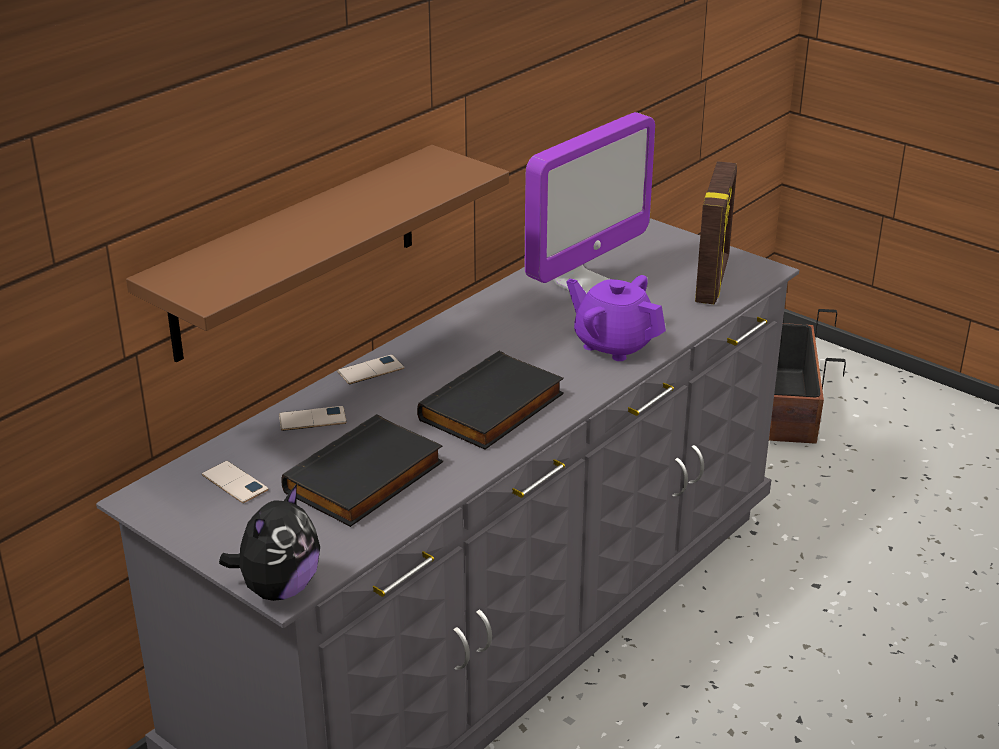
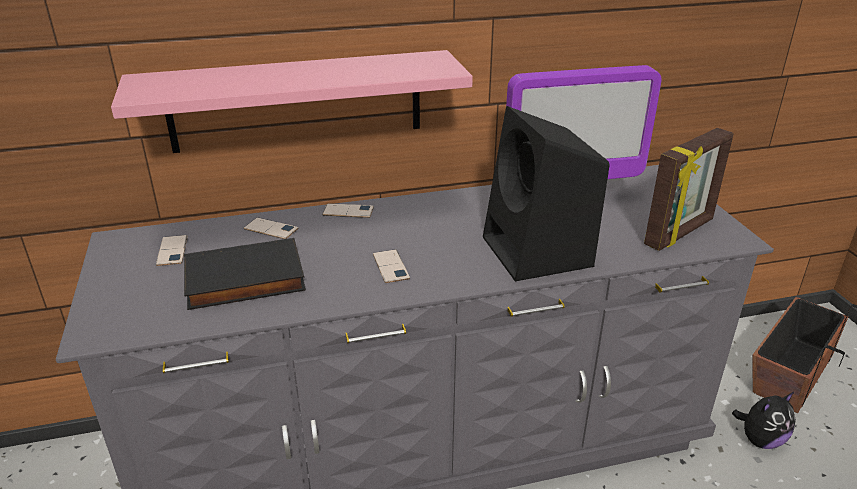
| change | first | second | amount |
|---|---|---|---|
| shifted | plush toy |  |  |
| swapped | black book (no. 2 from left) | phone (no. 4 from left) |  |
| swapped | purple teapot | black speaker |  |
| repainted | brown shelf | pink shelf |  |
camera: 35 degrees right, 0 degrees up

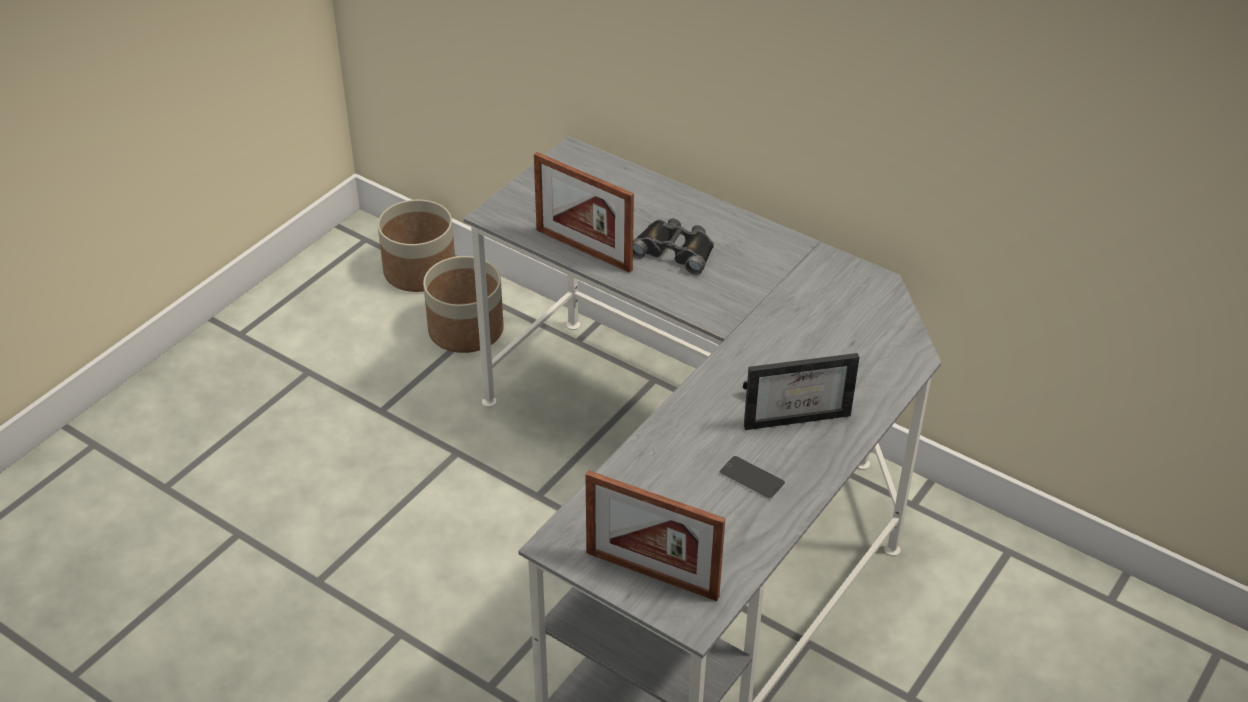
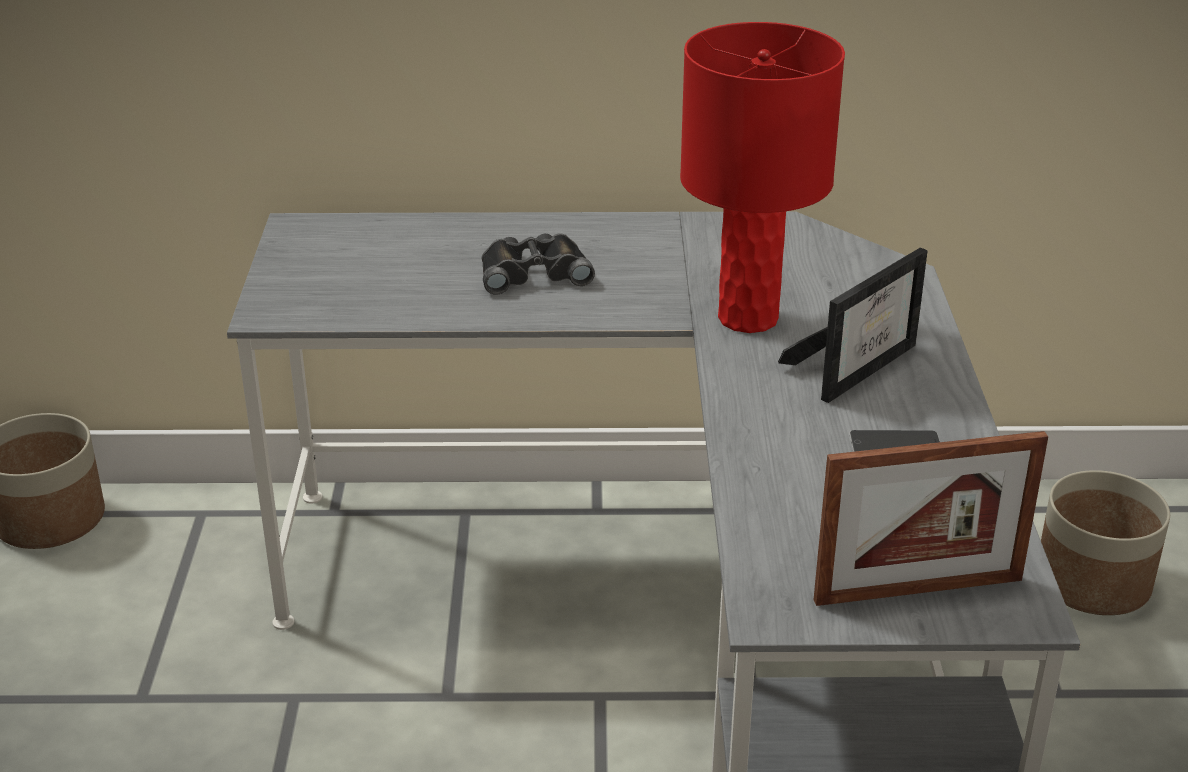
| change | first | second | amount |
|---|---|---|---|
| gone | picture frame (no. 1 from left) |  |  |
| new |  | red table lamp |  |
| shifted | planter (no. 2 from left) |  |  |
camera: 35 degrees left, 10 degrees down

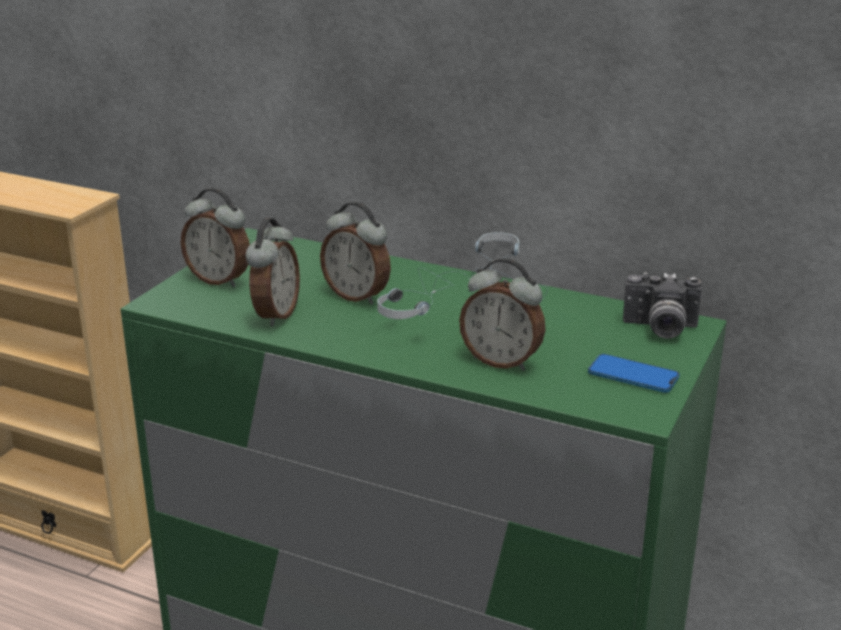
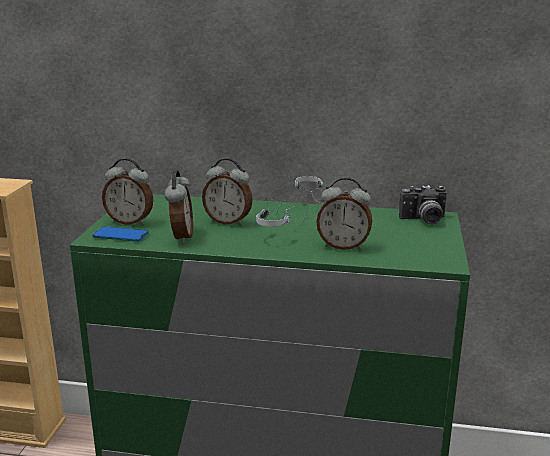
| change | first | second | amount |
|---|---|---|---|
| shifted | phone |  |  |
camera: 15 degrees left, 5 degrees down

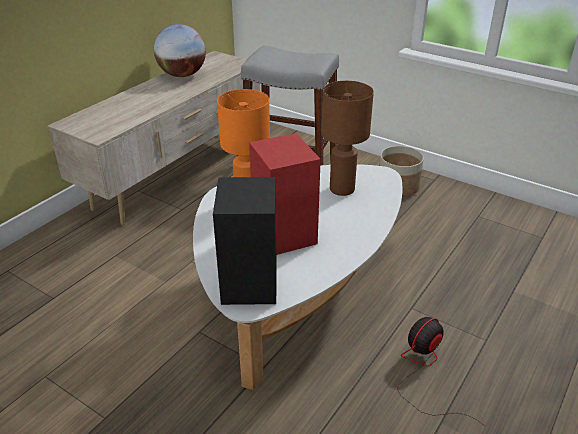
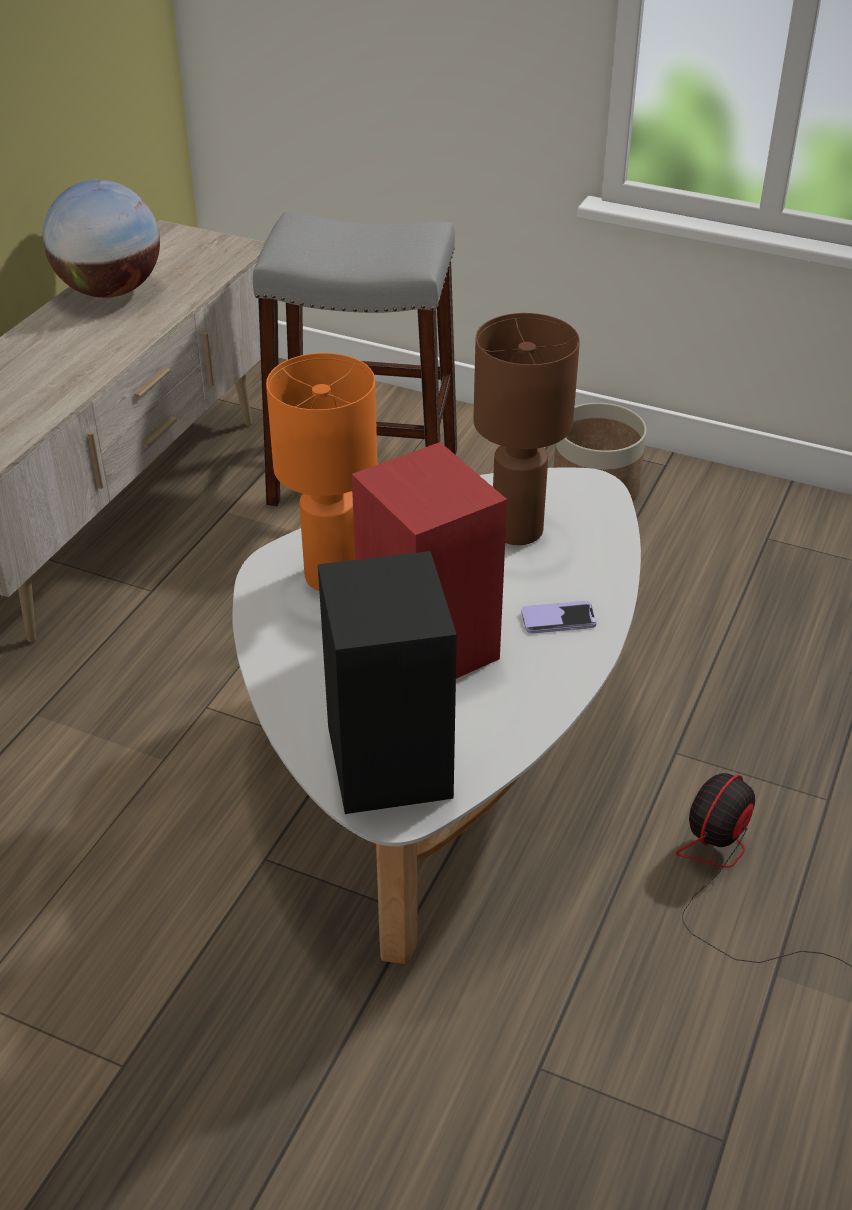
| change | first | second | amount |
|---|---|---|---|
| new |  | phone |  |
camera: 10 degrees left, 5 degrees up

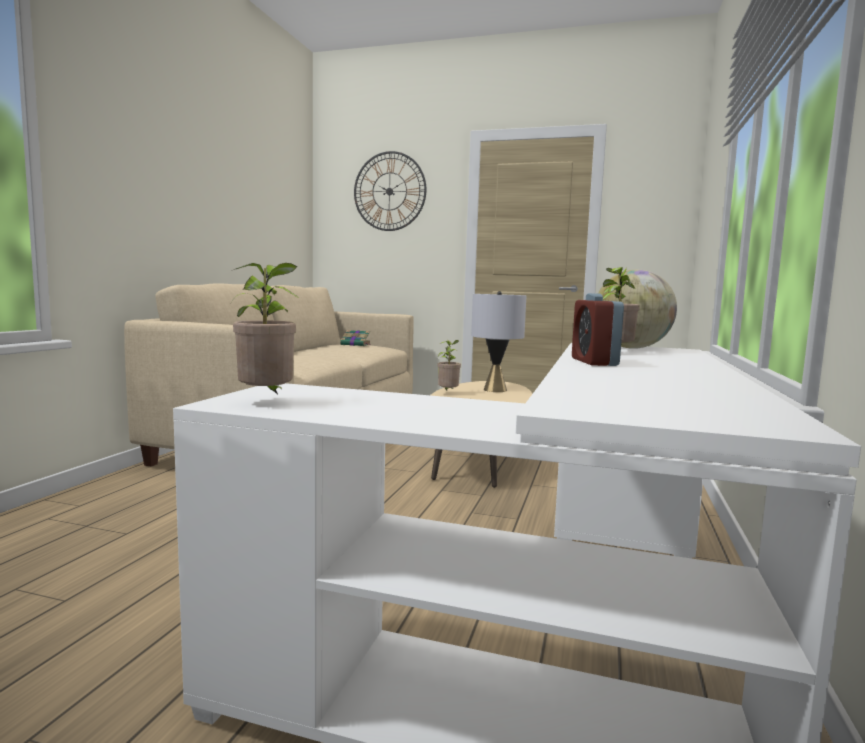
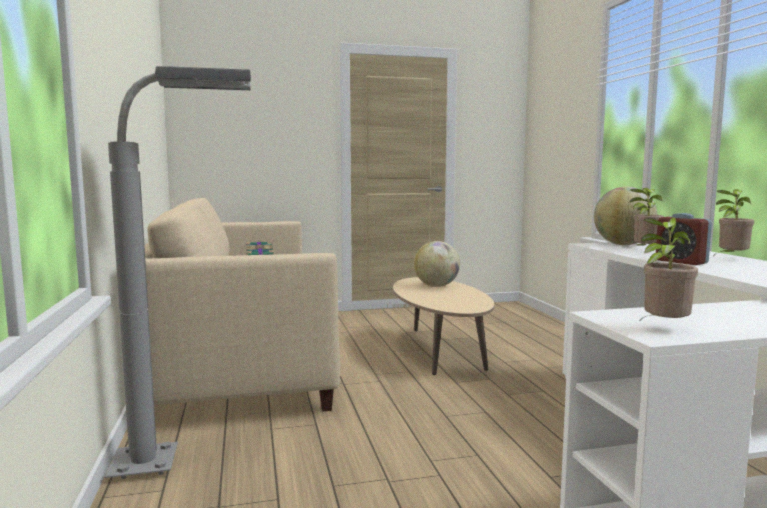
| change | first | second | amount |
|---|---|---|---|
| gone | wall clock |  |  |
| new |  | grey floor lamp |  |
| shifted | potted plant (no. 2 from left in the first image) | potted plant (no. 3 from left) |  |
| swapped | grey table lamp | globe (no. 1 from left) |  |
camera: 30 degrees left, 0 degrees up

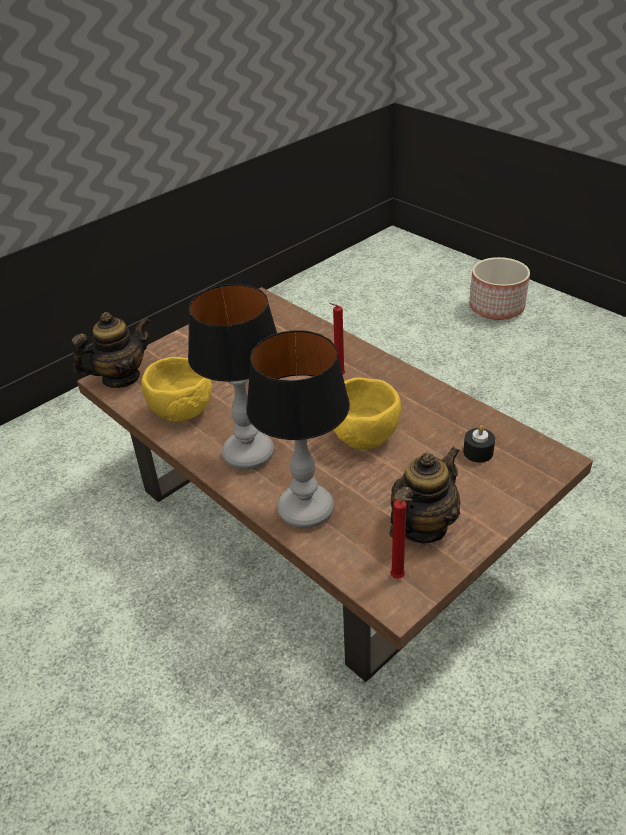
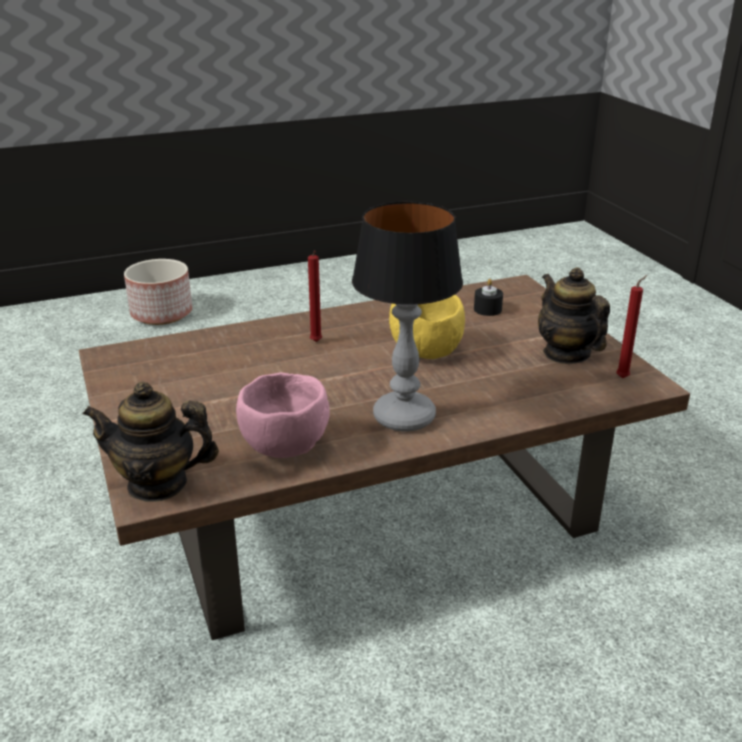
| change | first | second | amount |
|---|---|---|---|
| gone | table lamp (no. 2 from left) |  |  |
| repainted | yellow bowl (no. 1 from left) | pink bowl |  |
| rotated | teapot (no. 1 from left) |  | 75 degrees counterclockwise |
camera: 70 degrees left, 10 degrees down

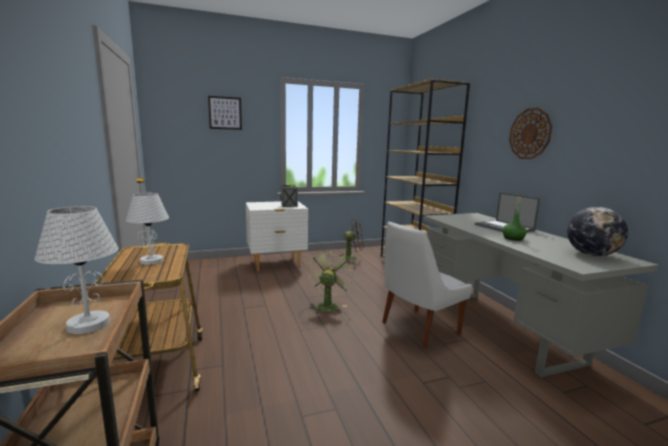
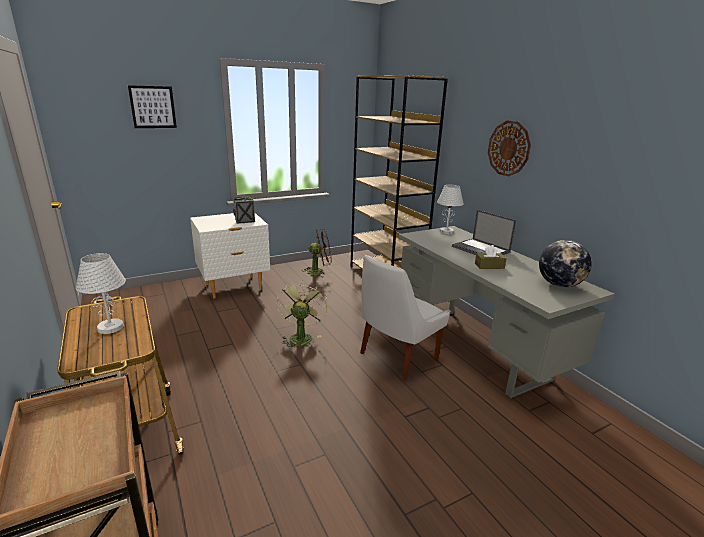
| change | first | second | amount |
|---|---|---|---|
| shifted | white table lamp (no. 1 from left in the first image) | white table lamp (no. 2 from left) |  |
| swapped | green bottle | brown tissue box |  |
camera: 10 degrees left, 10 degrees up

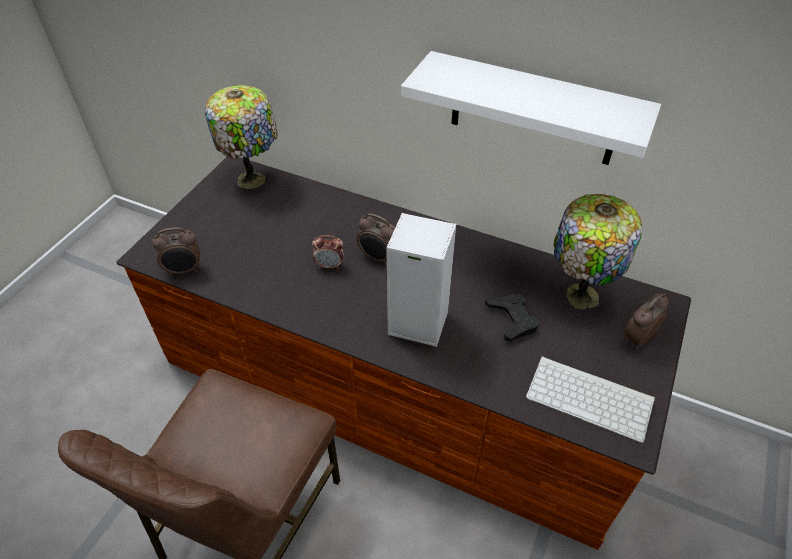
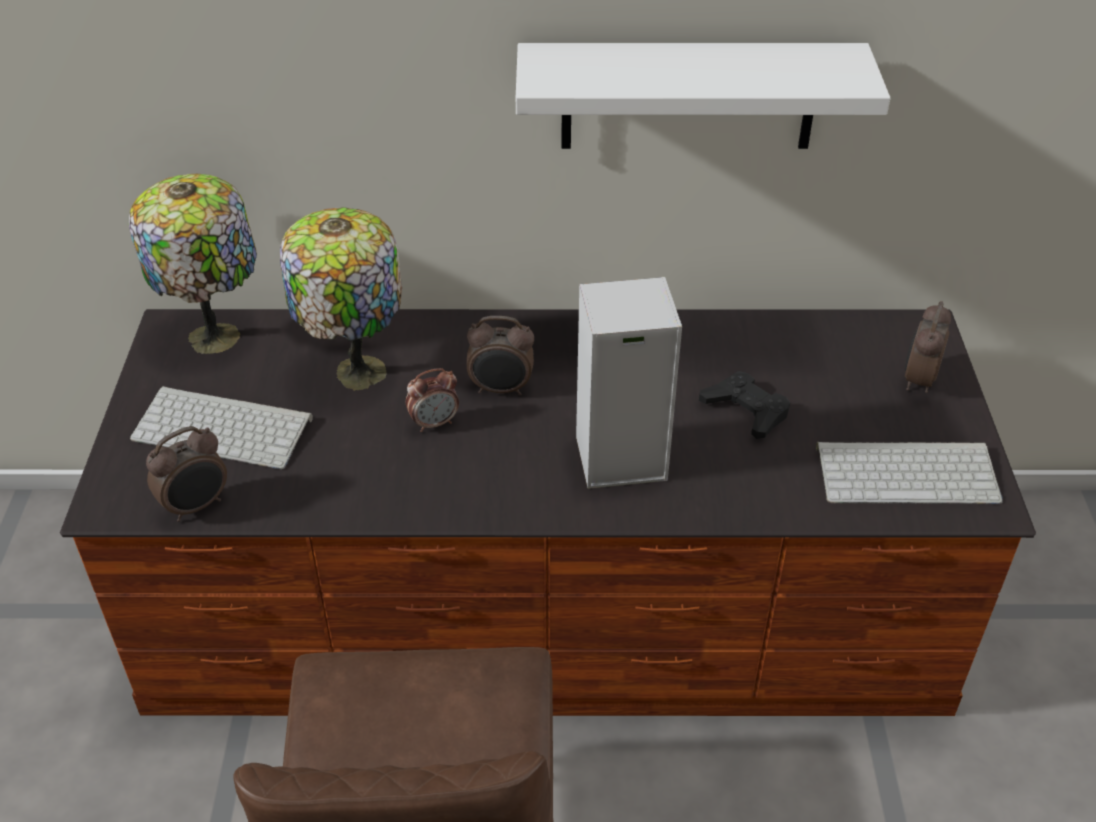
| change | first | second | amount |
|---|---|---|---|
| new |  | keyboard (no. 1 from left) |  |
| shifted | table lamp (no. 2 from left) |  |  |
camera: 25 degrees left, 5 degrees down

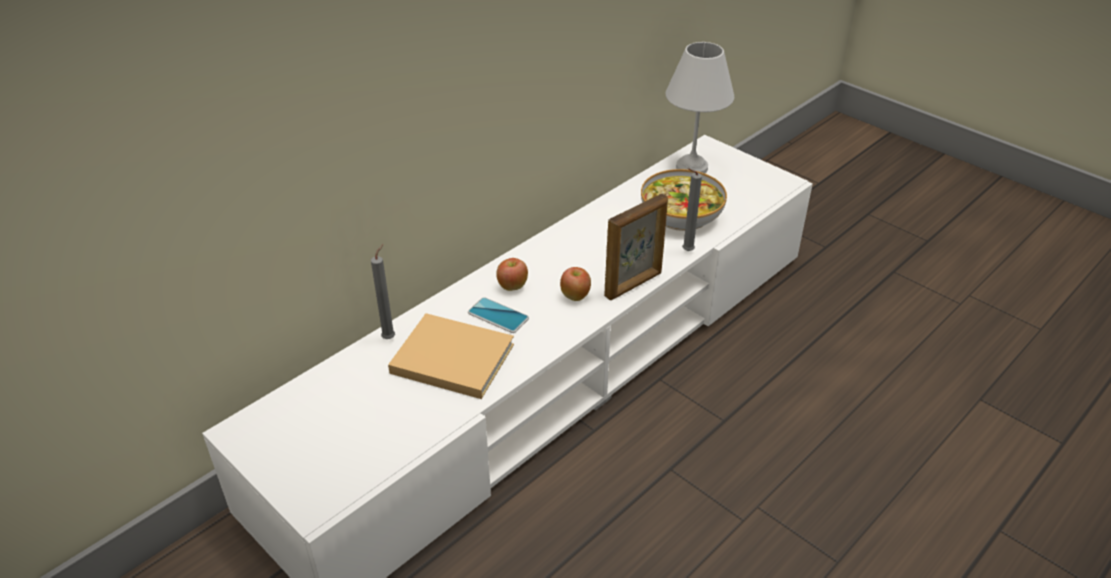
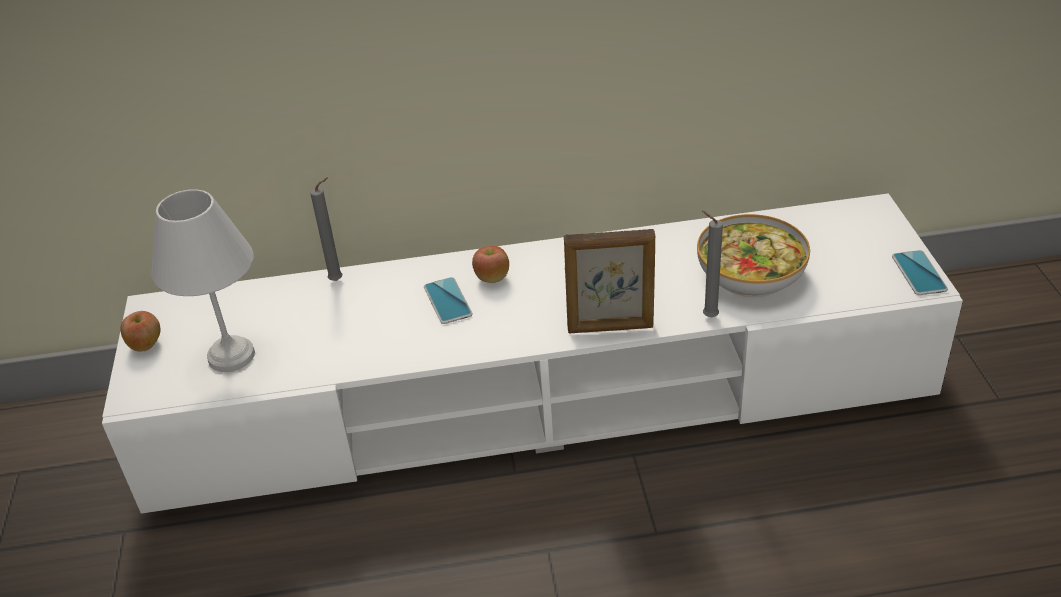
| change | first | second | amount |
|---|---|---|---|
| gone | beige book |  |  |
| new |  | phone (no. 2 from left) |  |
| shifted | apple (no. 2 from left in the first image) | apple (no. 1 from left) |  |
| shifted | white table lamp |  |  |
camera: 40 degrees right, 0 degrees up

